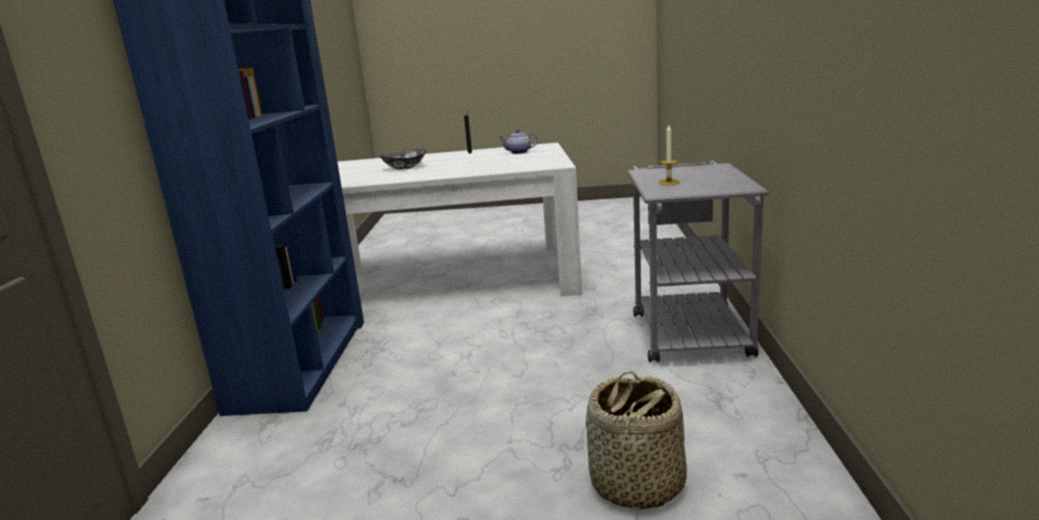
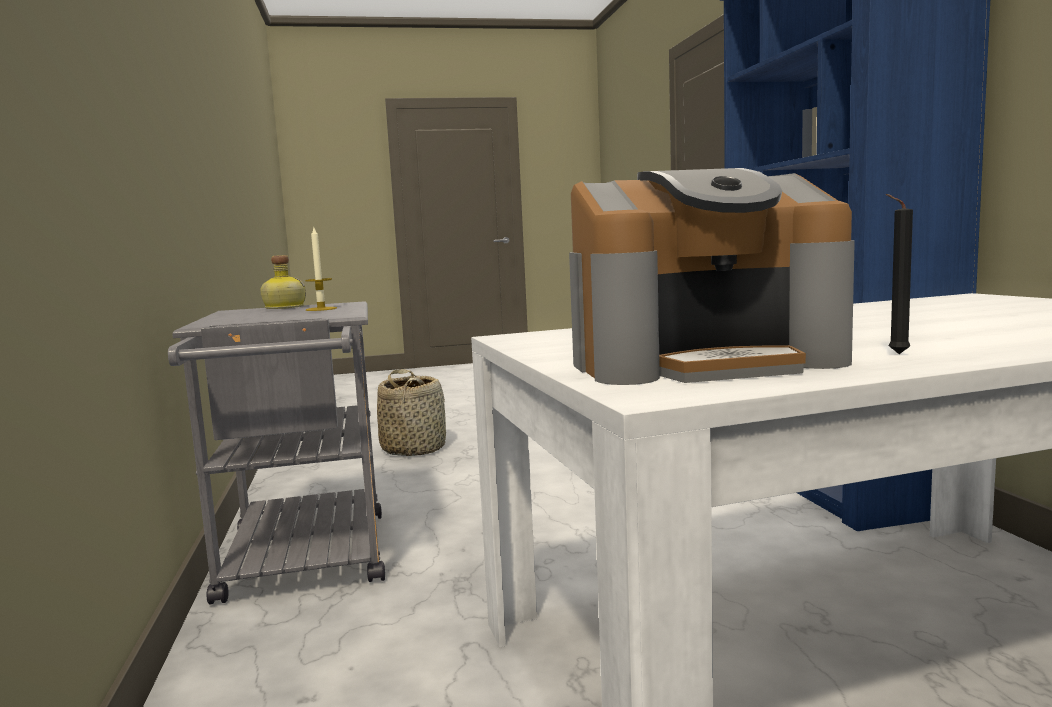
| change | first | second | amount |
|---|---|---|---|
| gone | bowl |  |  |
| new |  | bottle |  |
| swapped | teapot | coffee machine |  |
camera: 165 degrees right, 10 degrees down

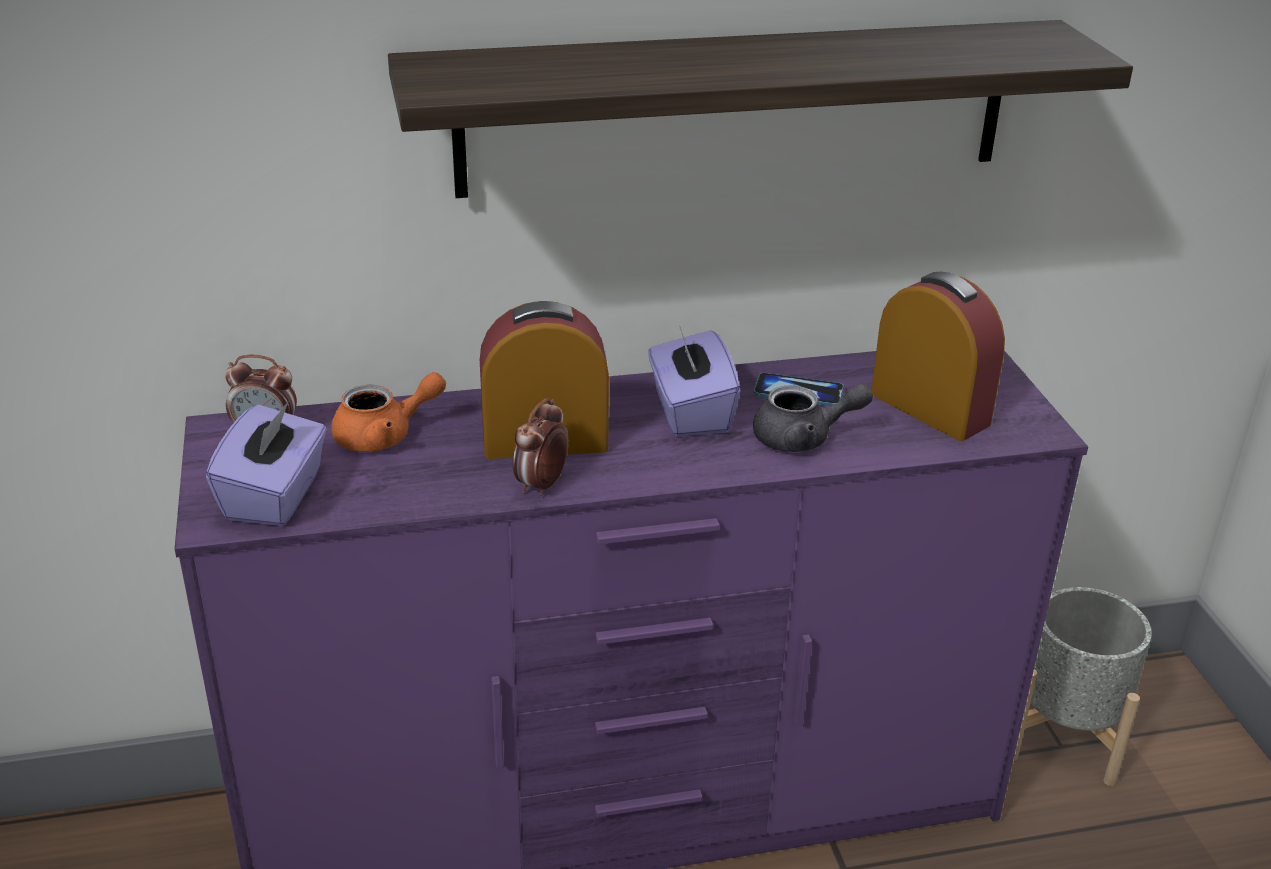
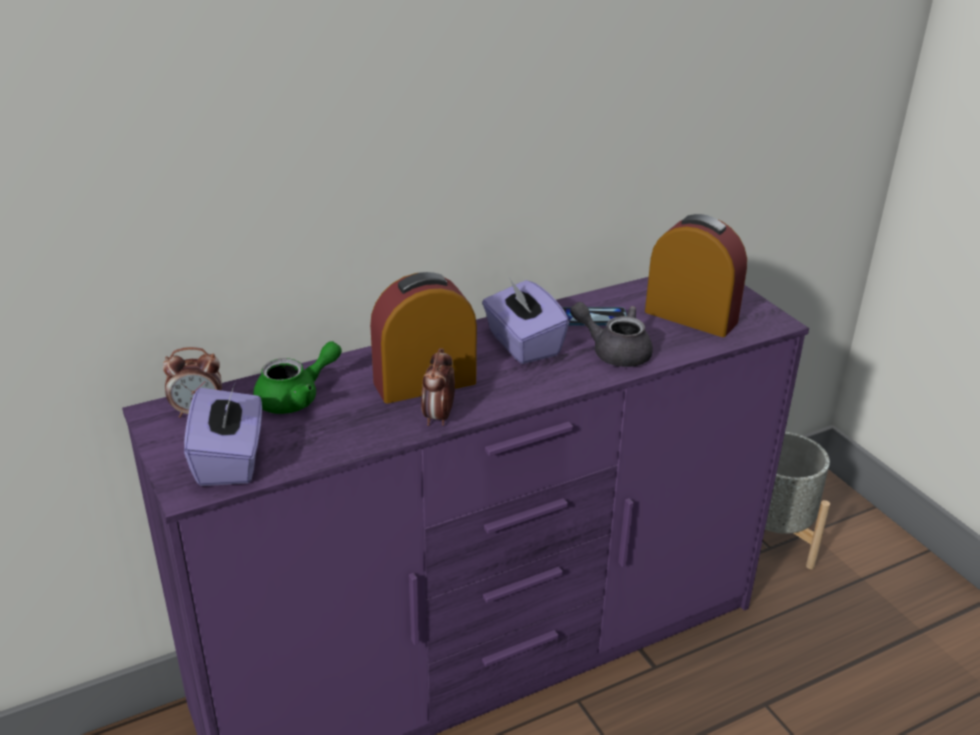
| change | first | second | amount |
|---|---|---|---|
| gone | shelf |  |  |
| repainted | orange teapot | green teapot |  |
| rotated | grey teapot |  | 135 degrees counterclockwise |
camera: 15 degrees left, 0 degrees up

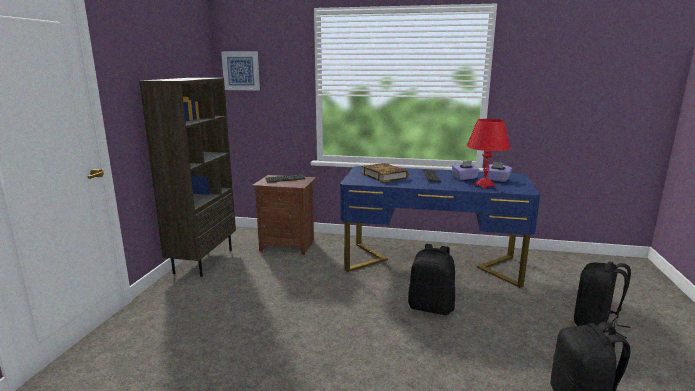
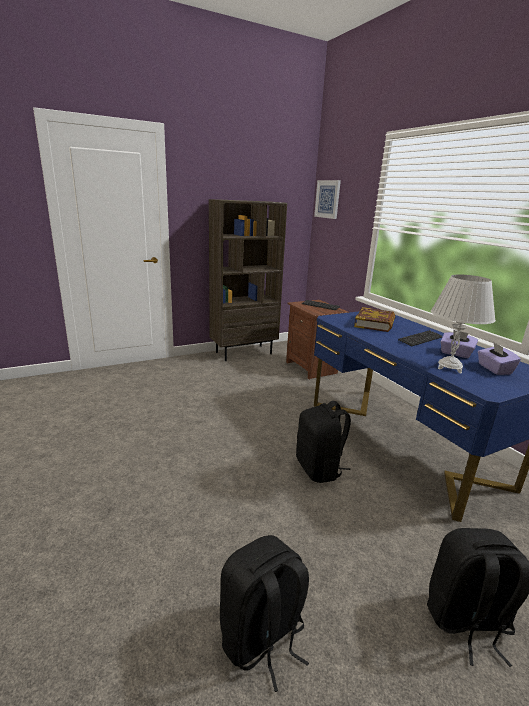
| change | first | second | amount |
|---|---|---|---|
| repainted | red table lamp | white table lamp |  |
camera: 50 degrees right, 5 degrees up

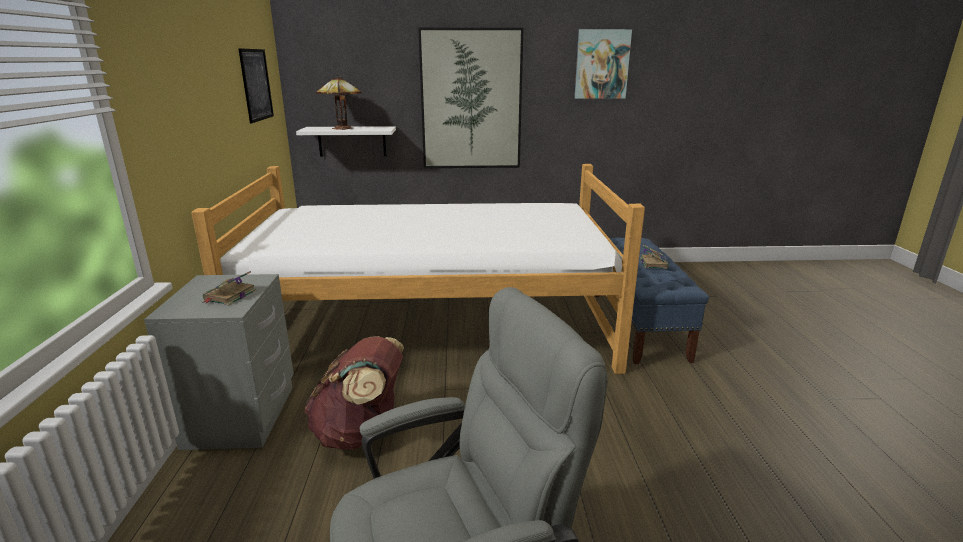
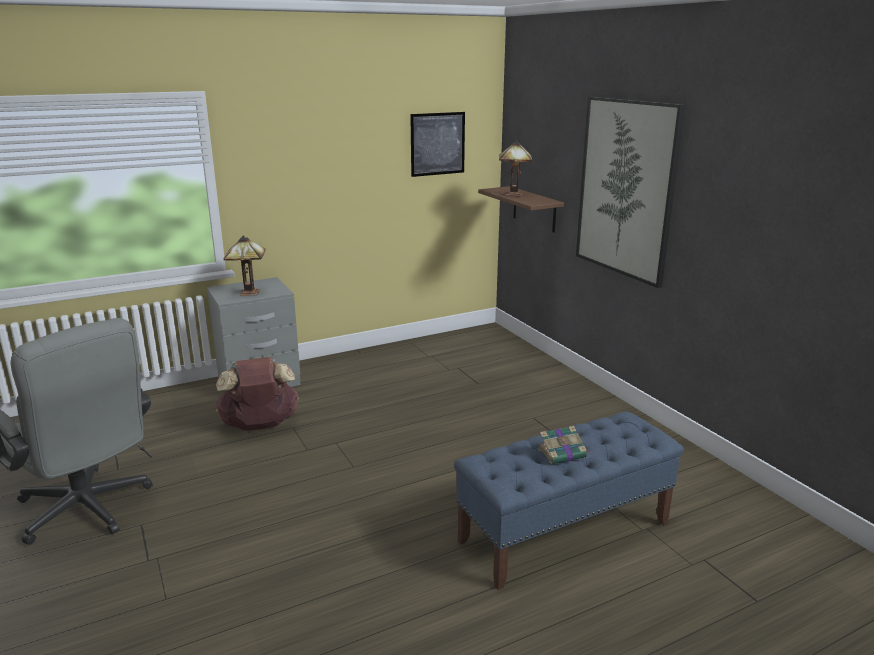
| change | first | second | amount |
|---|---|---|---|
| gone | bed |  |  |
| gone | picture (no. 3 from left) |  |  |
| swapped | book (no. 1 from left) | table lamp (no. 1 from left) |  |
| repainted | white shelf | brown shelf |  |
camera: 65 degrees right, 0 degrees up

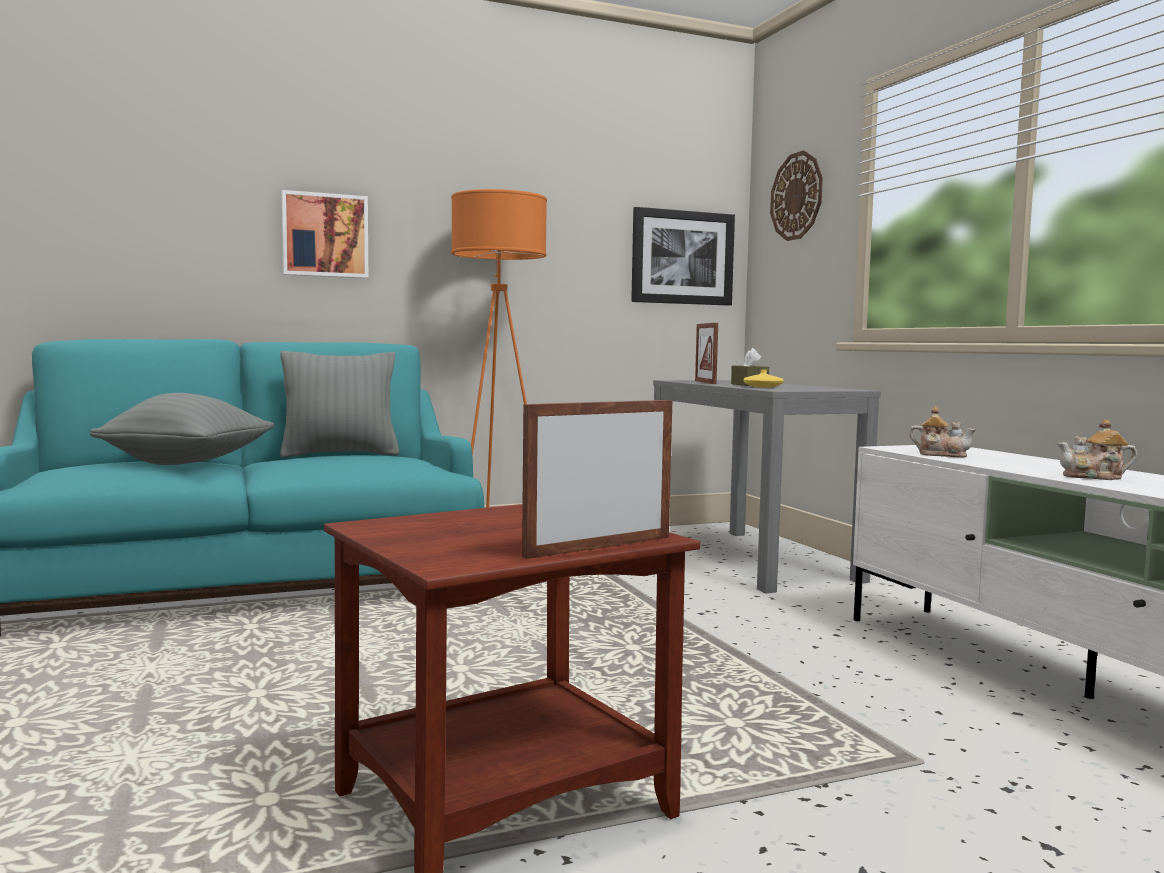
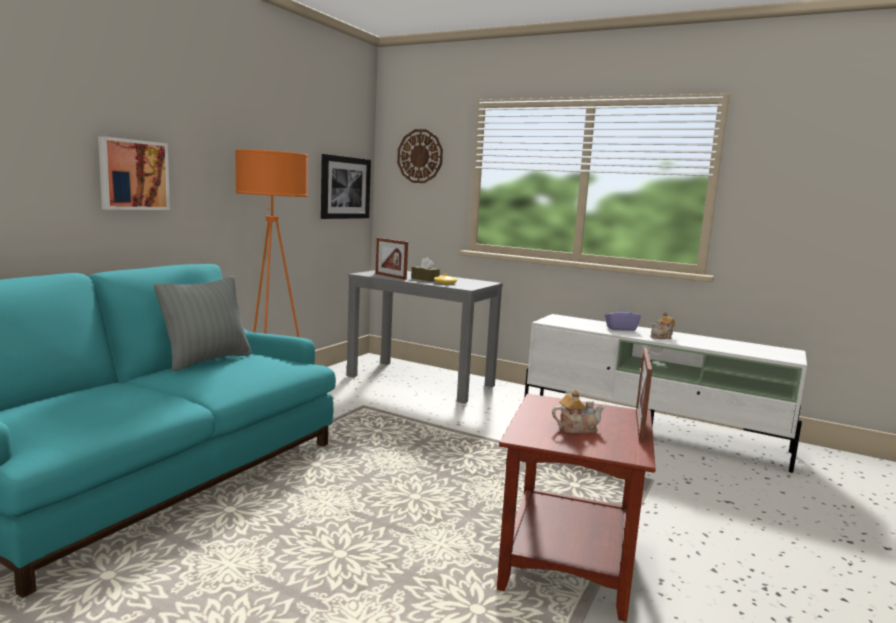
| change | first | second | amount |
|---|---|---|---|
| gone | grey pillow (no. 1 from left) |  |  |
| new |  | purple tissue box |  |
| shifted | teapot (no. 1 from left) |  |  |
camera: 40 degrees left, 5 degrees up

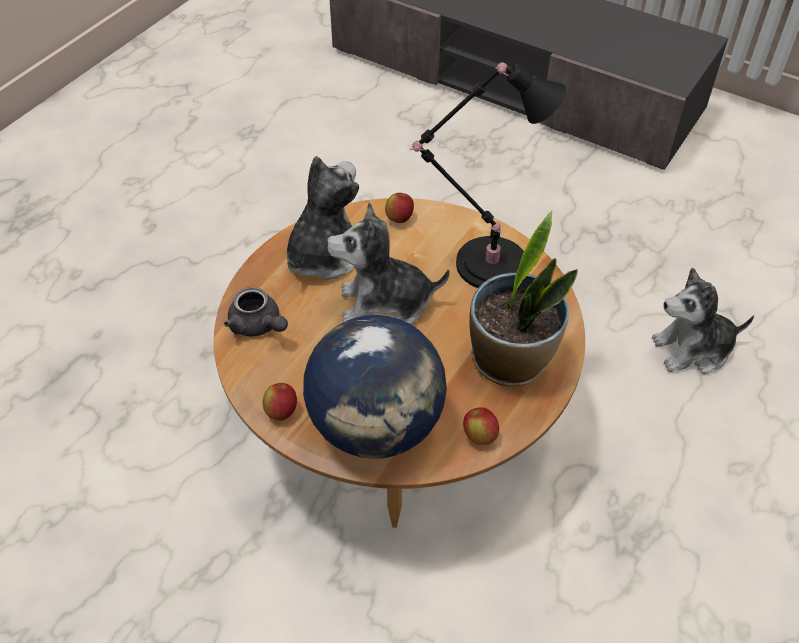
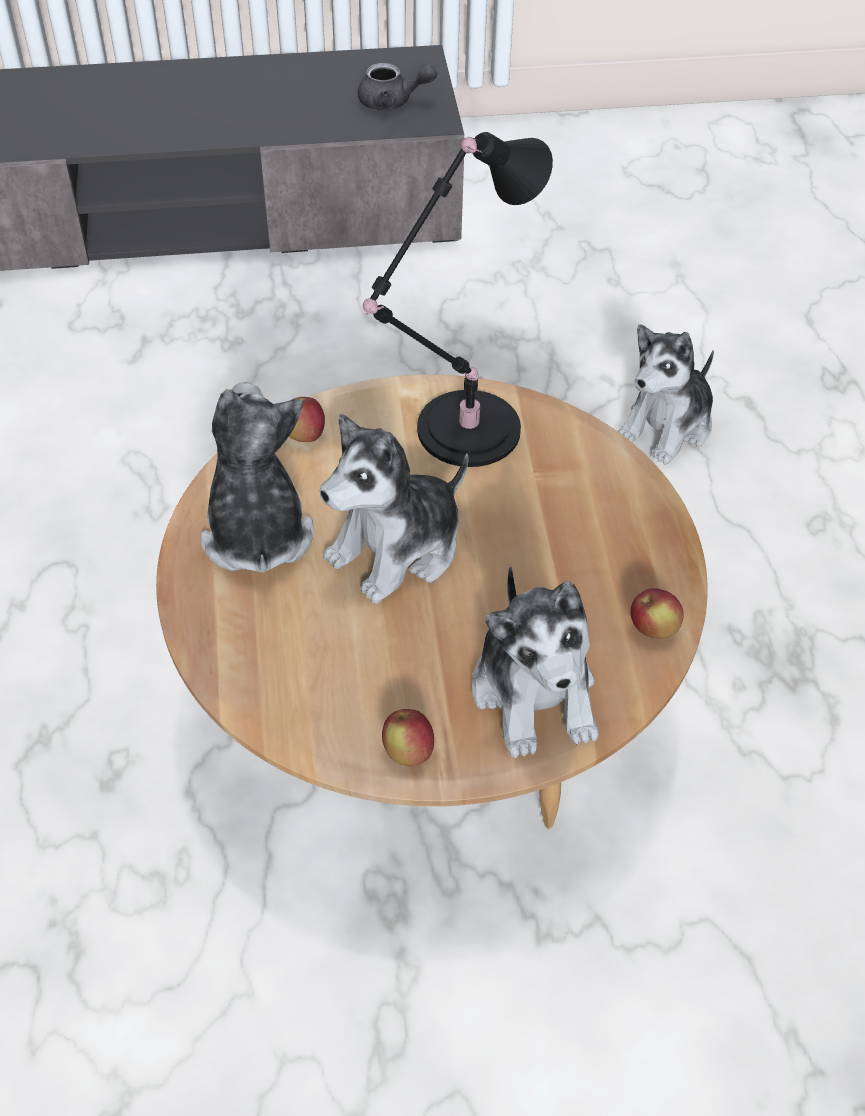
| change | first | second | amount |
|---|---|---|---|
| gone | potted plant |  |  |
| shifted | grey teapot |  |  |
| swapped | globe | plush toy (no. 3 from left) |  |
camera: 40 degrees left, 0 degrees up

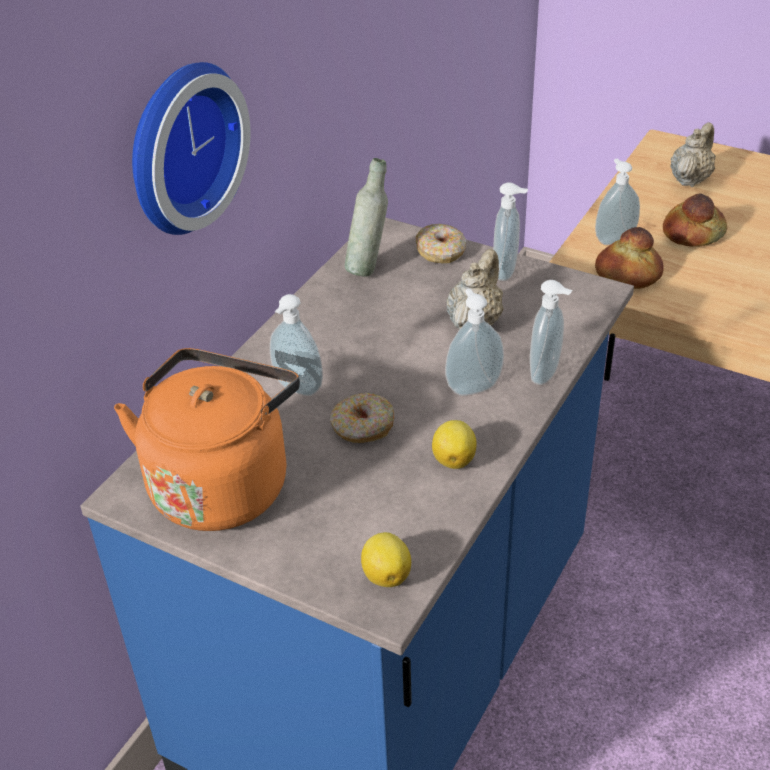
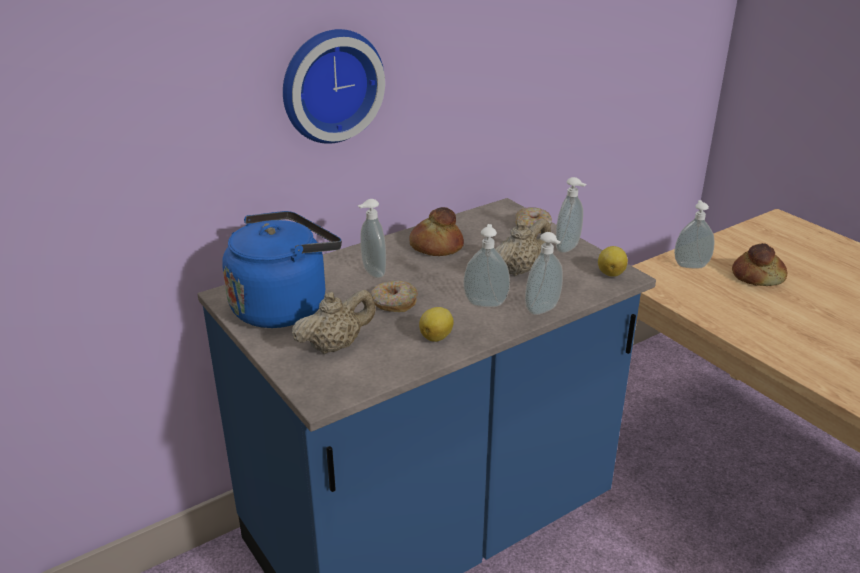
| change | first | second | amount |
|---|---|---|---|
| gone | grey bottle |  |  |
| shifted | lemon (no. 1 from left in the first image) | lemon (no. 2 from left) |  |
| shifted | bread (no. 1 from left) |  |  |
| shifted | beige teapot (no. 2 from left in the first image) | beige teapot (no. 1 from left) |  |
| repainted | orange kettle | blue kettle |  |
camera: 25 degrees right, 10 degrees down

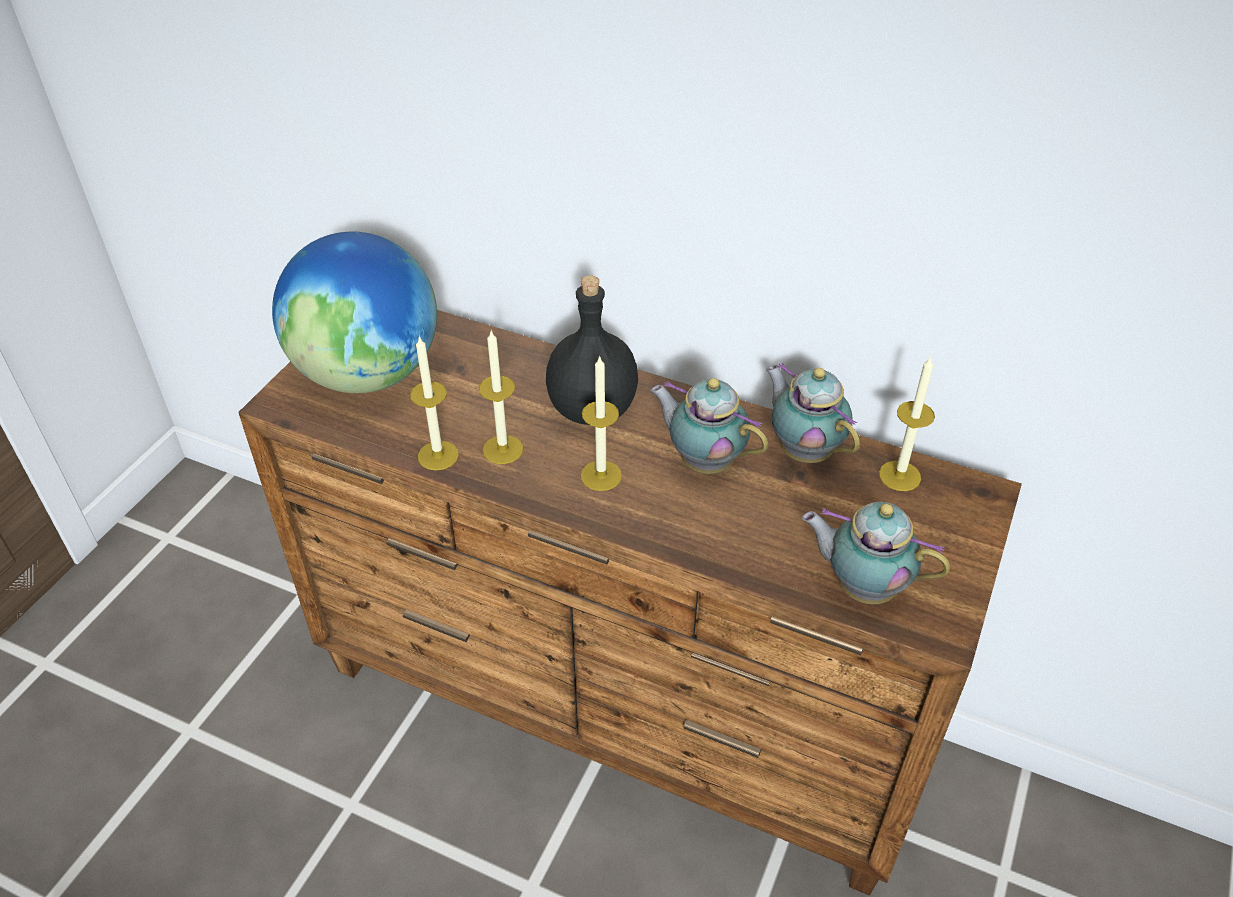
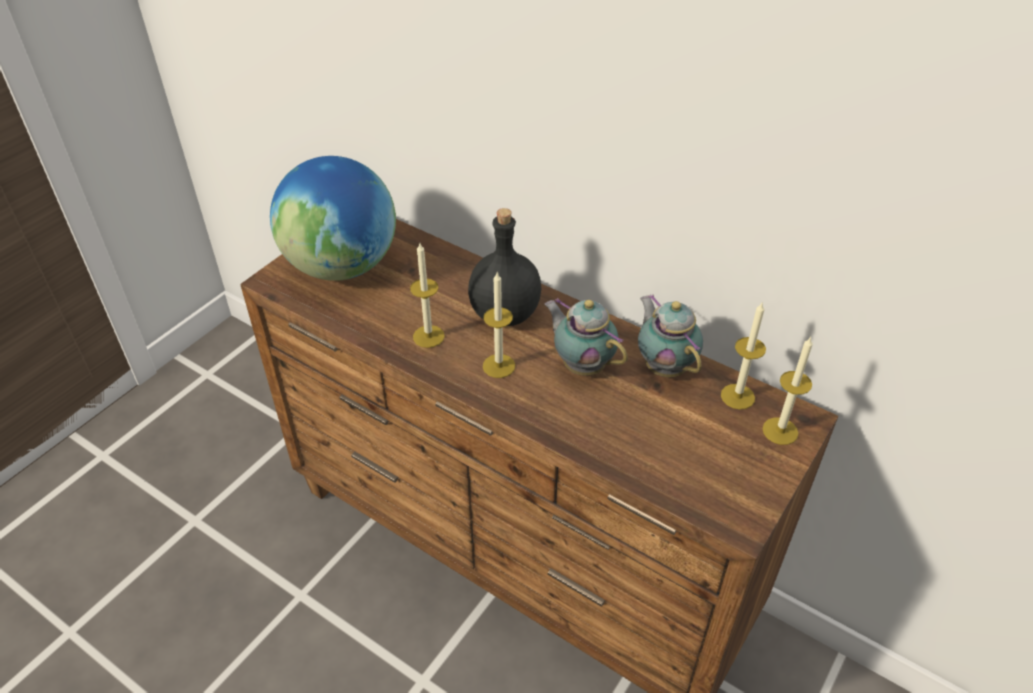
| change | first | second | amount |
|---|---|---|---|
| gone | teapot (no. 3 from left) |  |  |
| shifted | candle (no. 1 from left in the first image) | candle (no. 4 from left) |  |
camera: 10 degrees right, 0 degrees up

